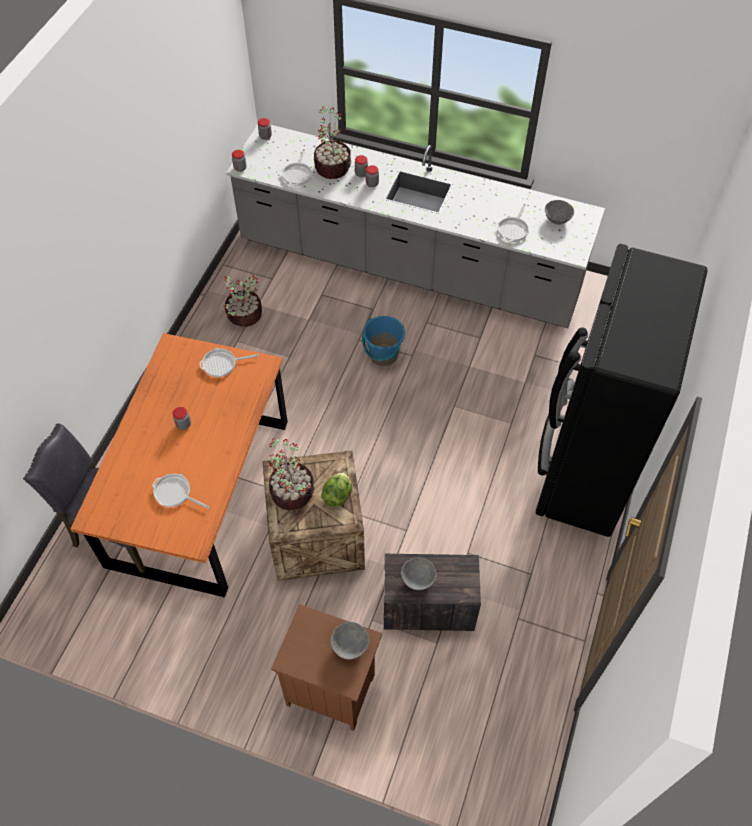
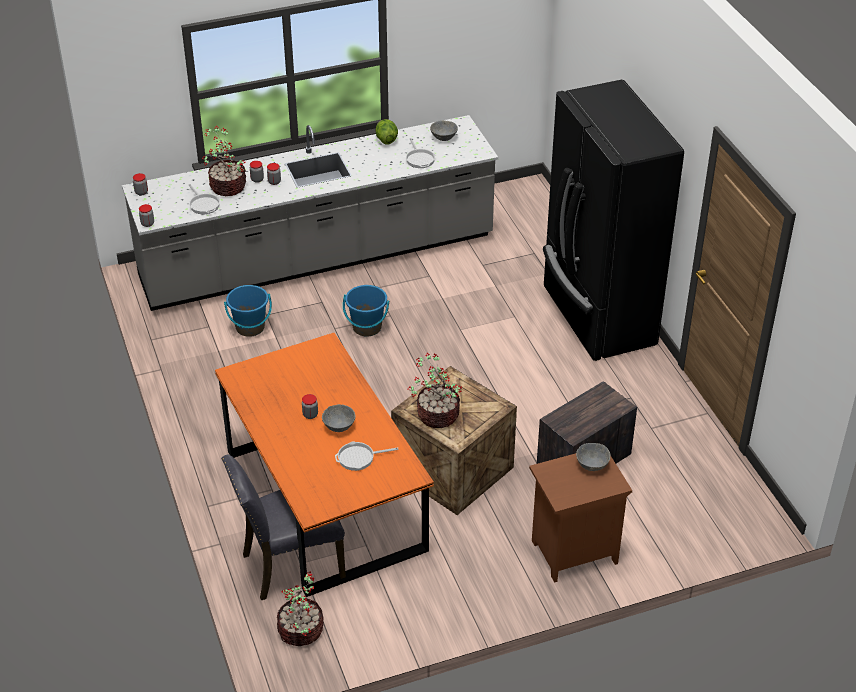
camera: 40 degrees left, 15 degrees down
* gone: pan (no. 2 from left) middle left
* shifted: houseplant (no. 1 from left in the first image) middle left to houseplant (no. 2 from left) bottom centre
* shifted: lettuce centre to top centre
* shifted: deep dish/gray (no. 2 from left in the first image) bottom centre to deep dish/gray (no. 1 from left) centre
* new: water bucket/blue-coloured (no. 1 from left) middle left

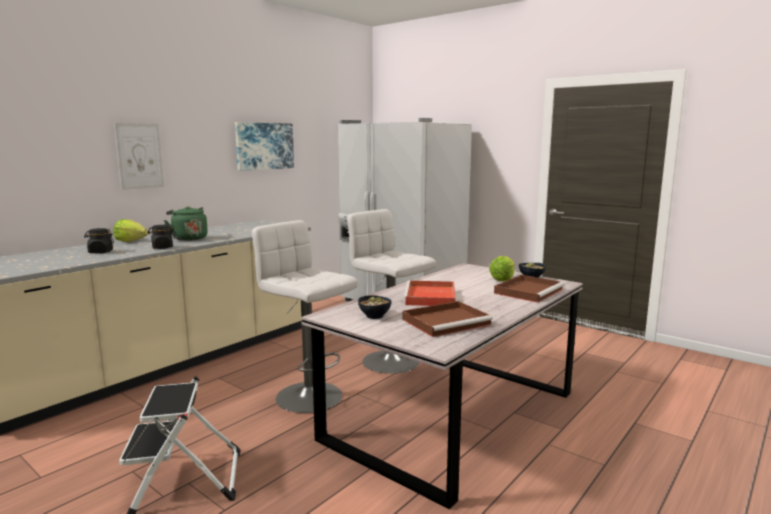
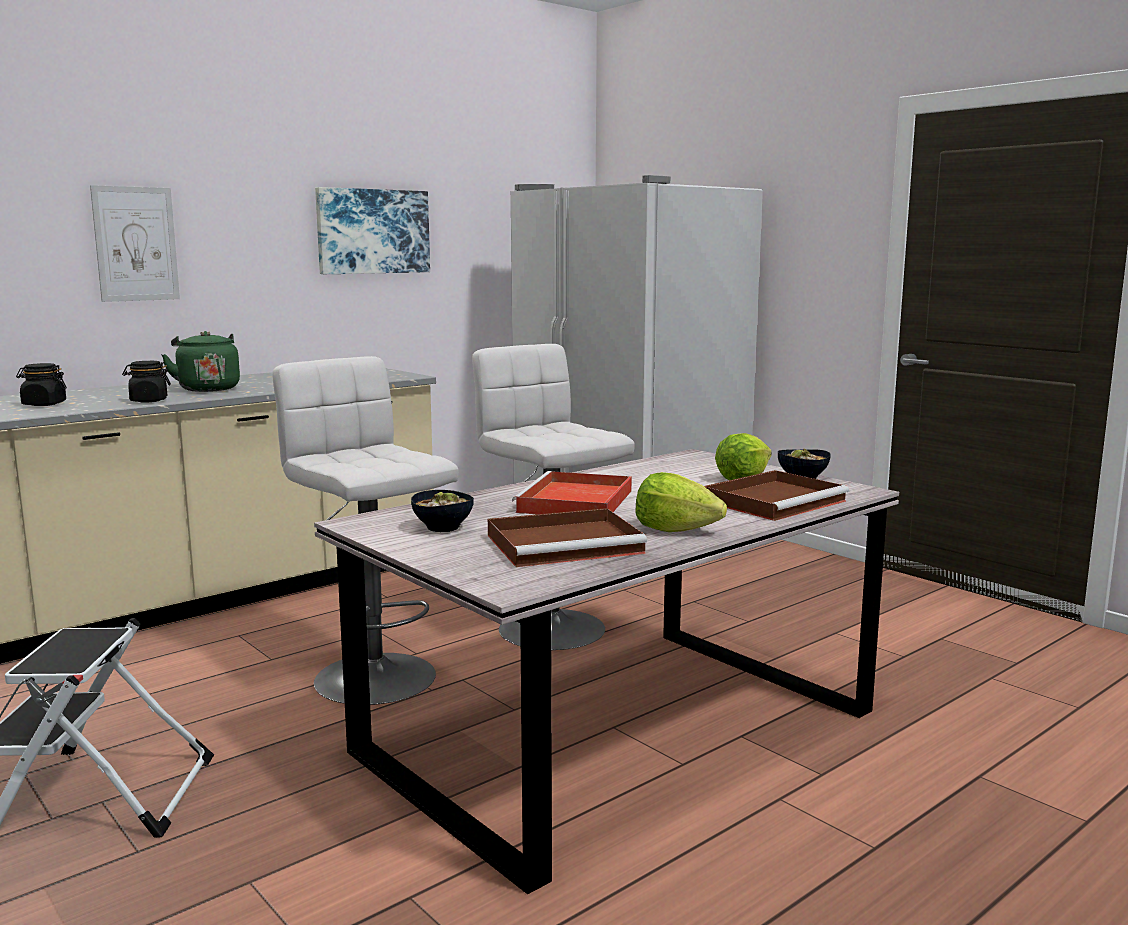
camera: 10 degrees right, 0 degrees up
* shifted: lettuce (no. 1 from left) middle left to centre

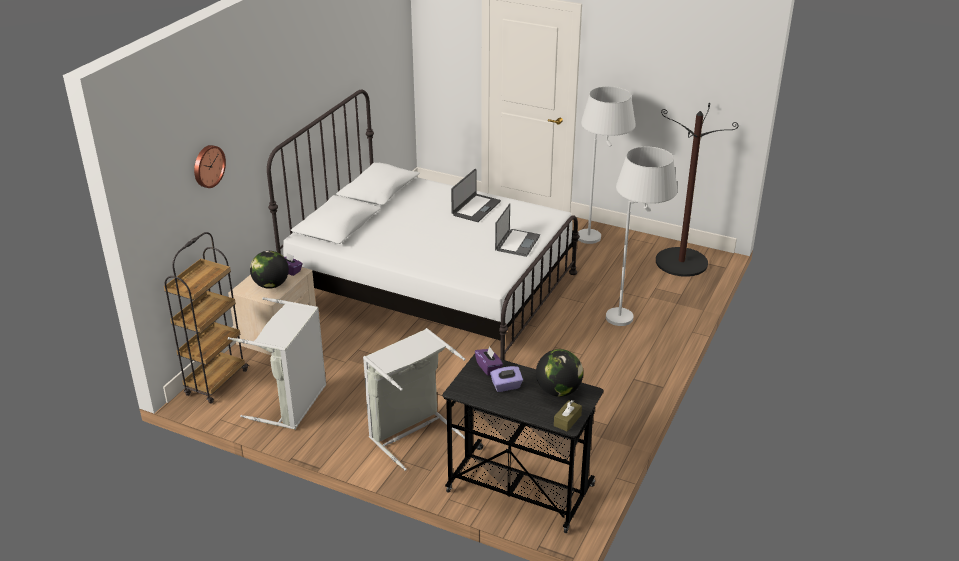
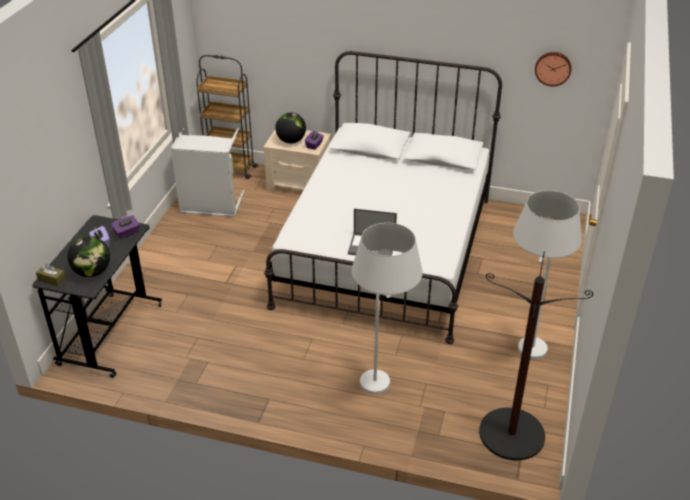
camera: 80 degrees right, 5 degrees up
* shifted: hanging clock top left to top right
* gone: washing basket/gray (no. 2 from left) bottom centre
* gone: portable computer (no. 1 from left) centre

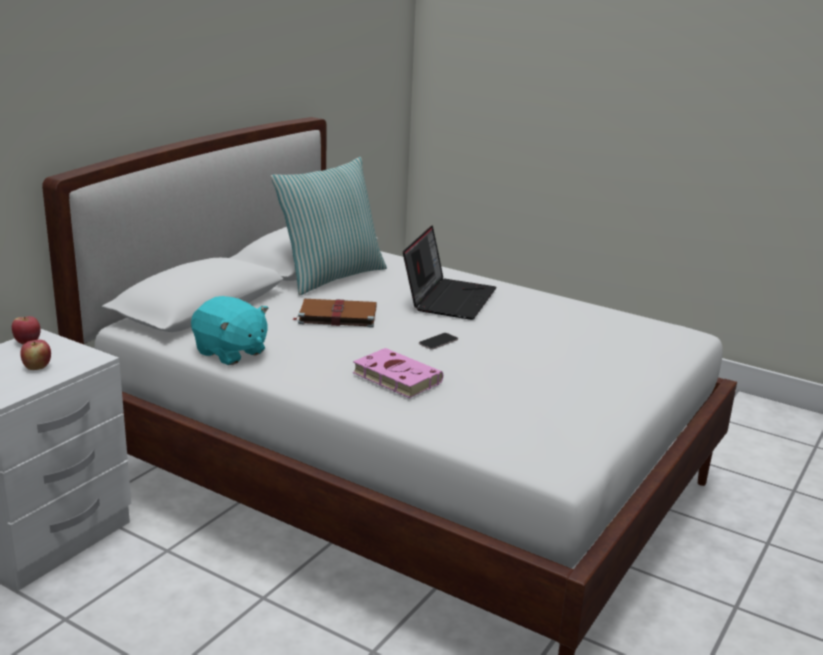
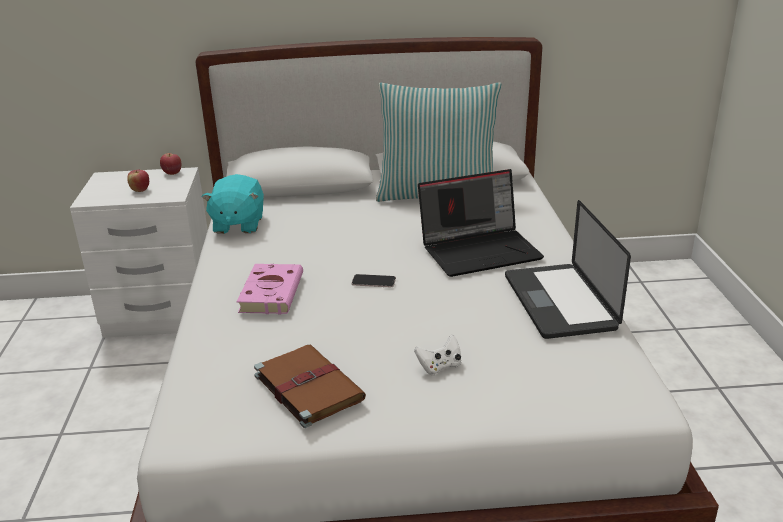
camera: 55 degrees right, 5 degrees up
* shifted: book/brown centre to bottom centre
* new: joypad/white bottom centre
* new: portable computer (no. 2 from left) middle right

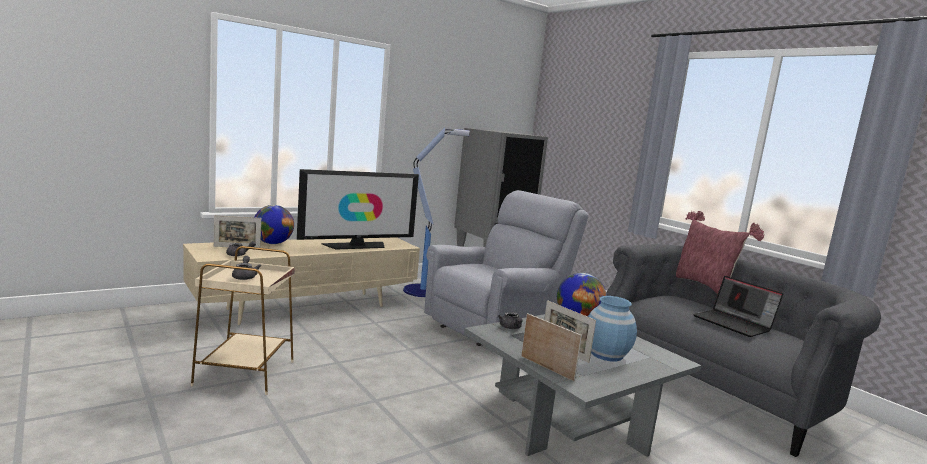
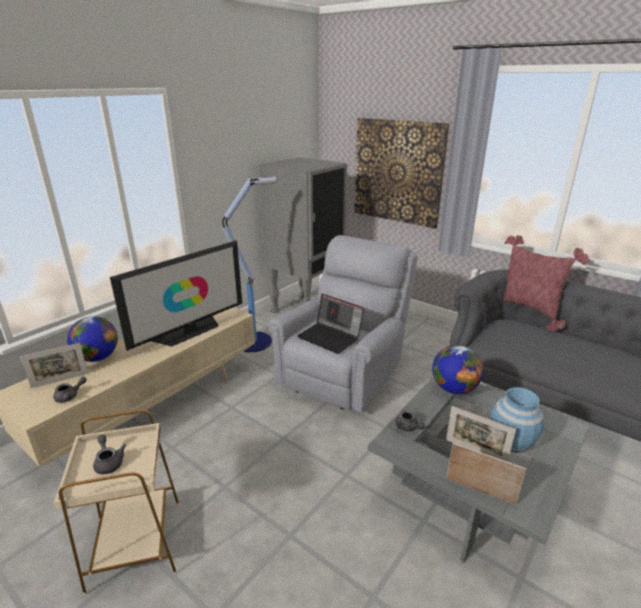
camera: 15 degrees left, 15 degrees up
* shifted: portable computer middle right to centre
* new: wall art top centre

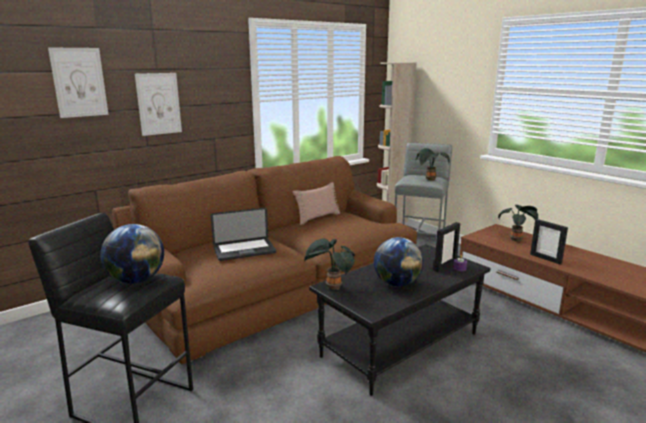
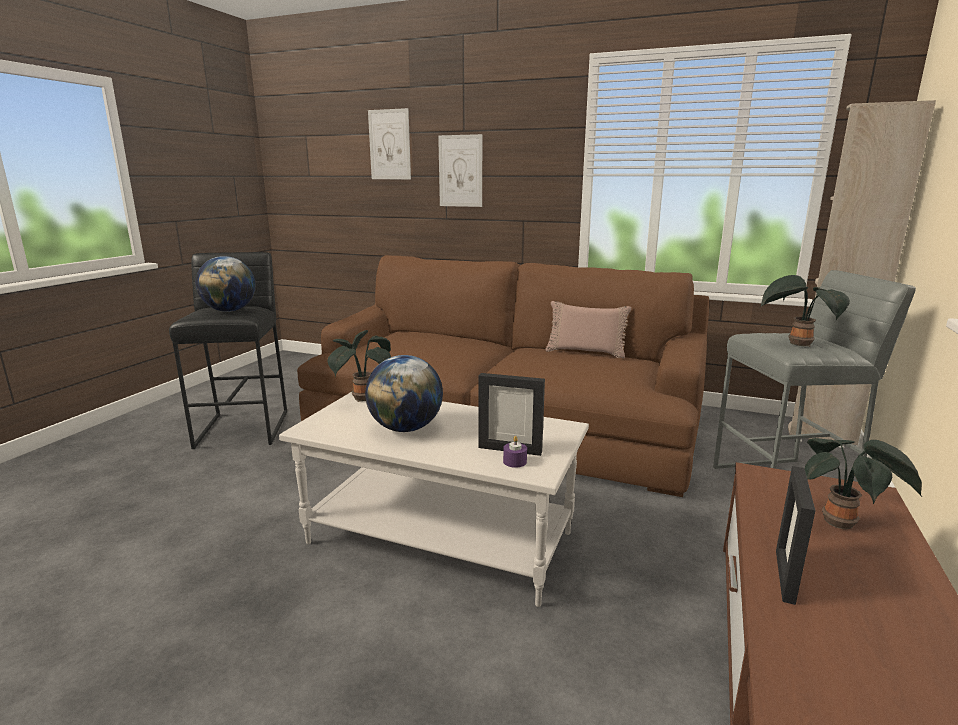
camera: 60 degrees right, 0 degrees up
* gone: portable computer centre
* repainted: lounge table/black-coloured bottom centre to lounge table/white bottom centre

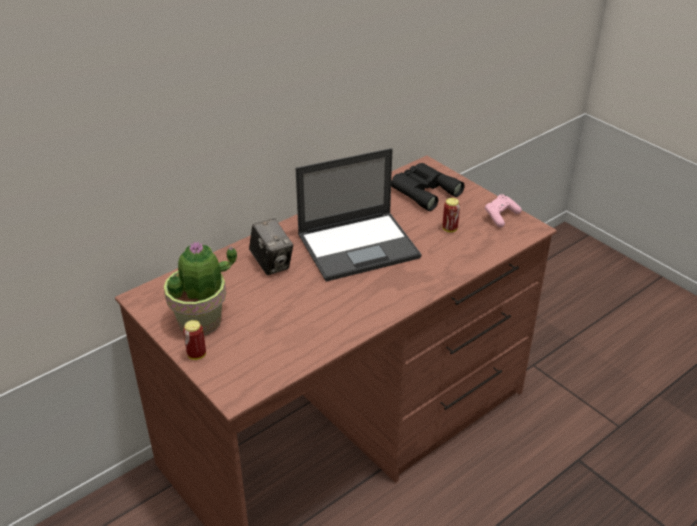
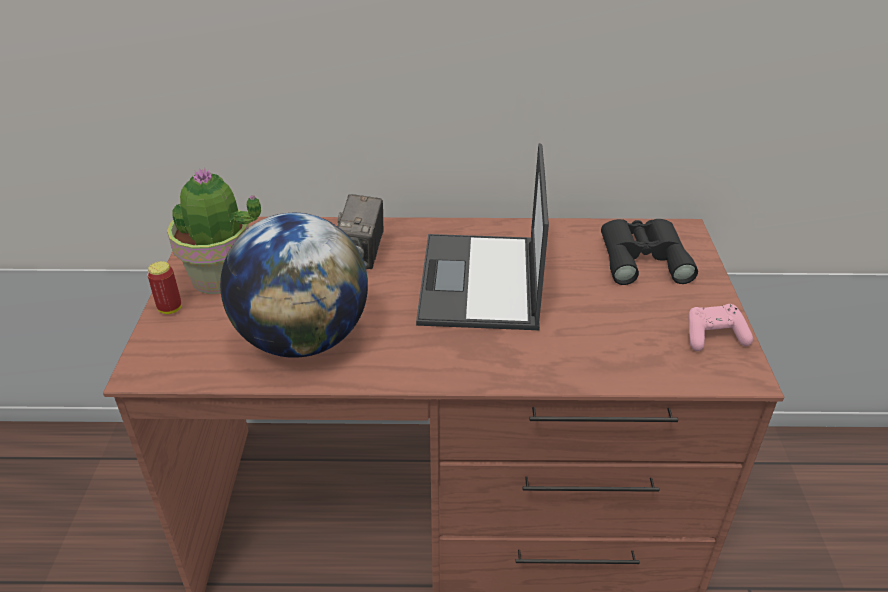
camera: 40 degrees right, 0 degrees up
* rotated: portable computer centre = centre 75 degrees clockwise
* gone: sealed can (no. 2 from left) centre
* new: desk globe middle left

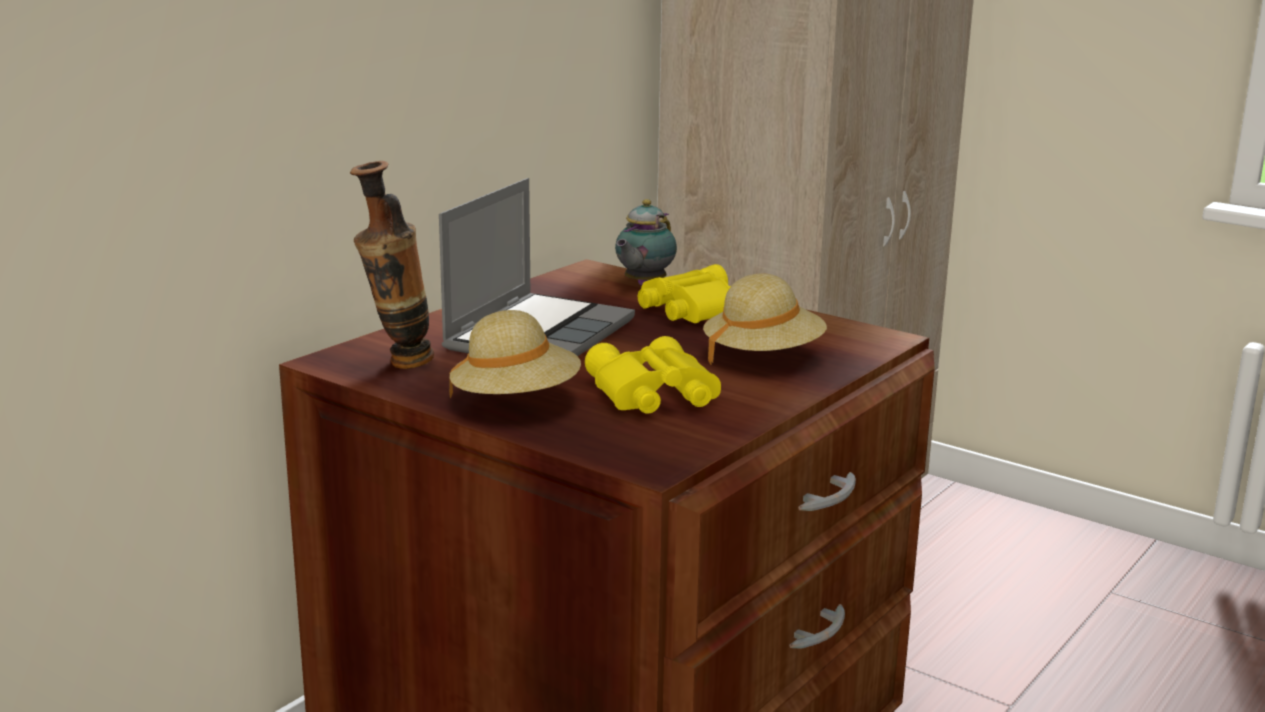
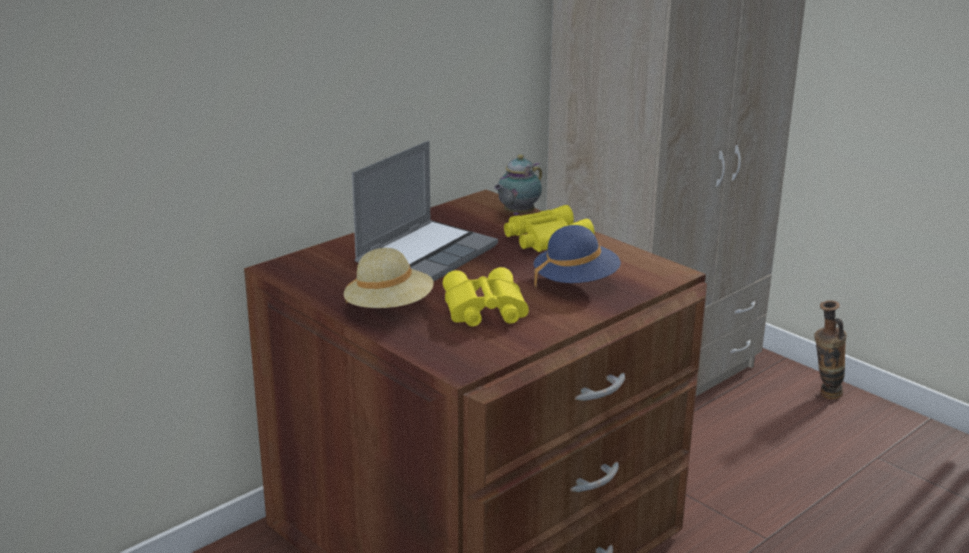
camera: 10 degrees right, 5 degrees up
* shifted: vase middle left to middle right
* repainted: wearable hat/beige-coloured (no. 2 from left) centre to wearable hat/blue-coloured centre

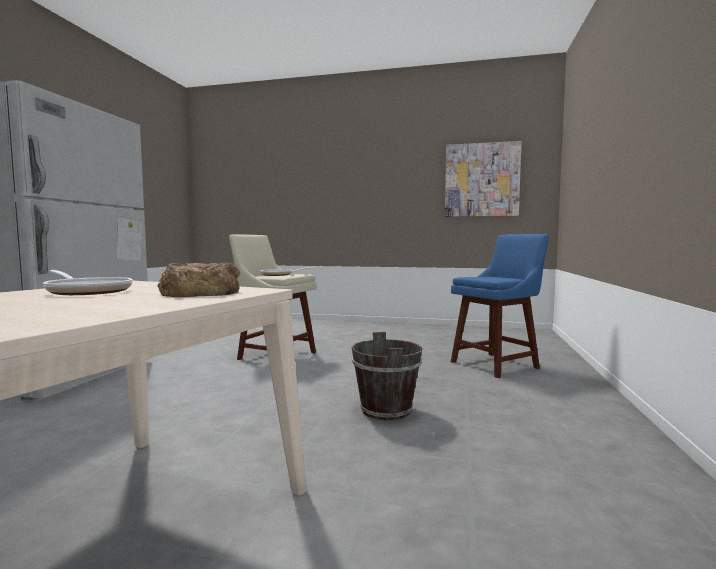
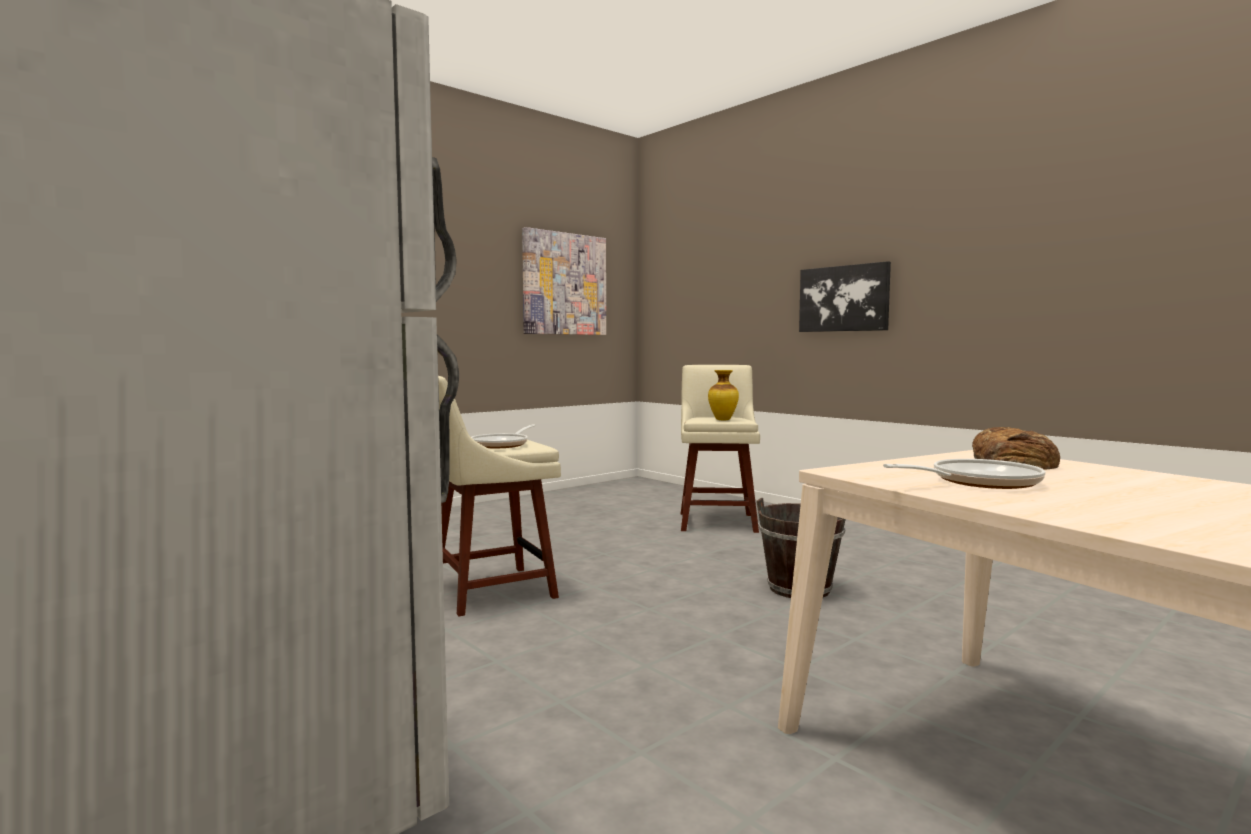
camera: 55 degrees left, 0 degrees up
* repainted: stool/blue-coloured middle right to stool/beige-coloured (no. 2 from left) centre
* new: vase centre
* new: wall art (no. 2 from left) middle right

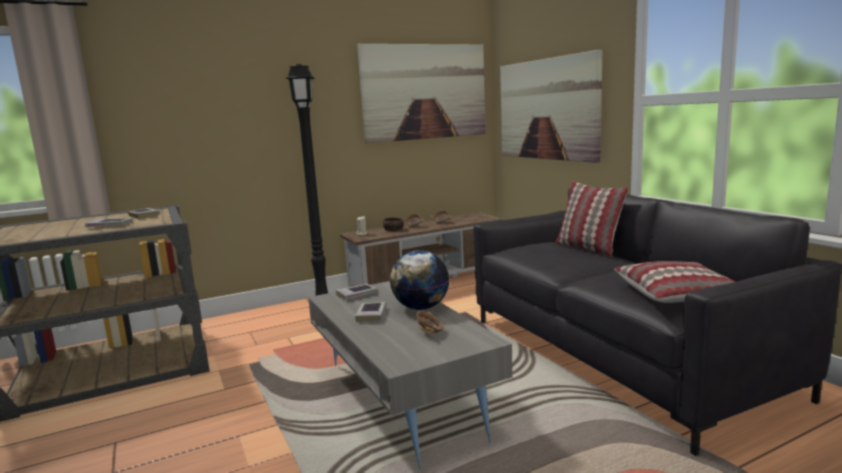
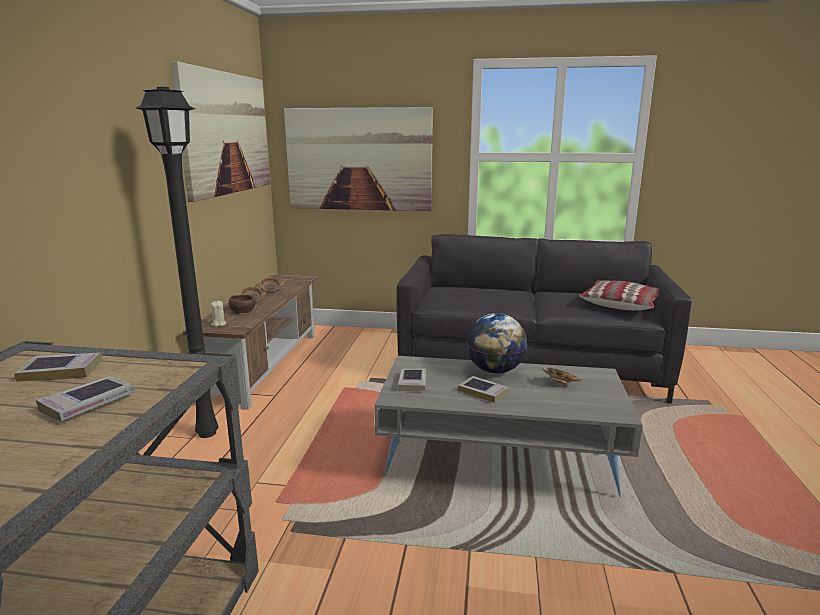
camera: 55 degrees left, 5 degrees up
* gone: throw pillow (no. 1 from left) middle right

